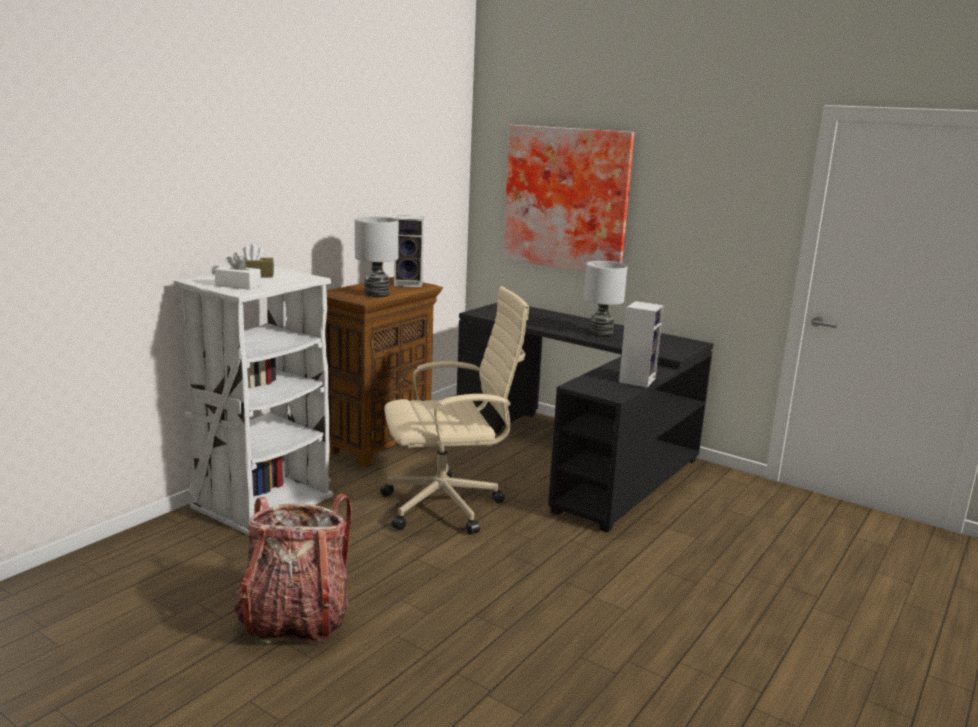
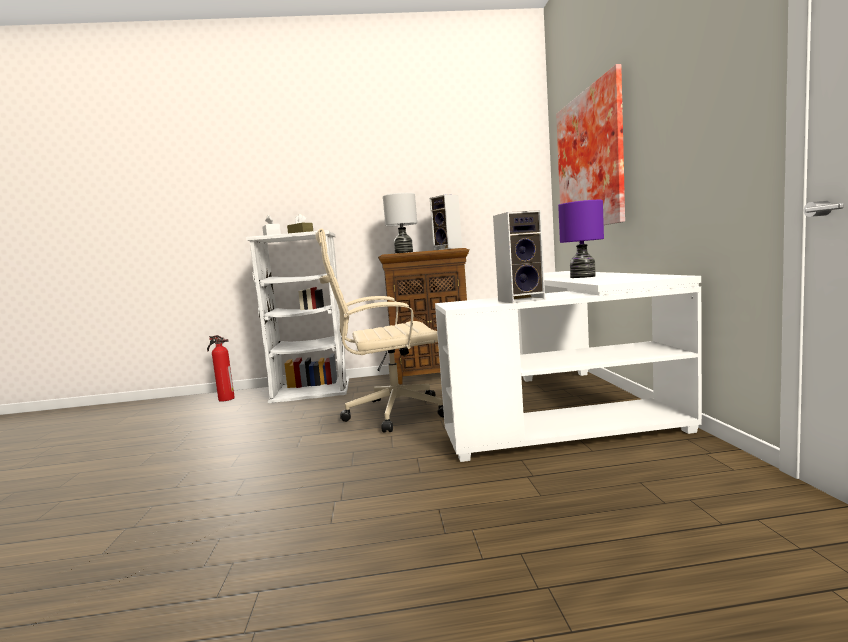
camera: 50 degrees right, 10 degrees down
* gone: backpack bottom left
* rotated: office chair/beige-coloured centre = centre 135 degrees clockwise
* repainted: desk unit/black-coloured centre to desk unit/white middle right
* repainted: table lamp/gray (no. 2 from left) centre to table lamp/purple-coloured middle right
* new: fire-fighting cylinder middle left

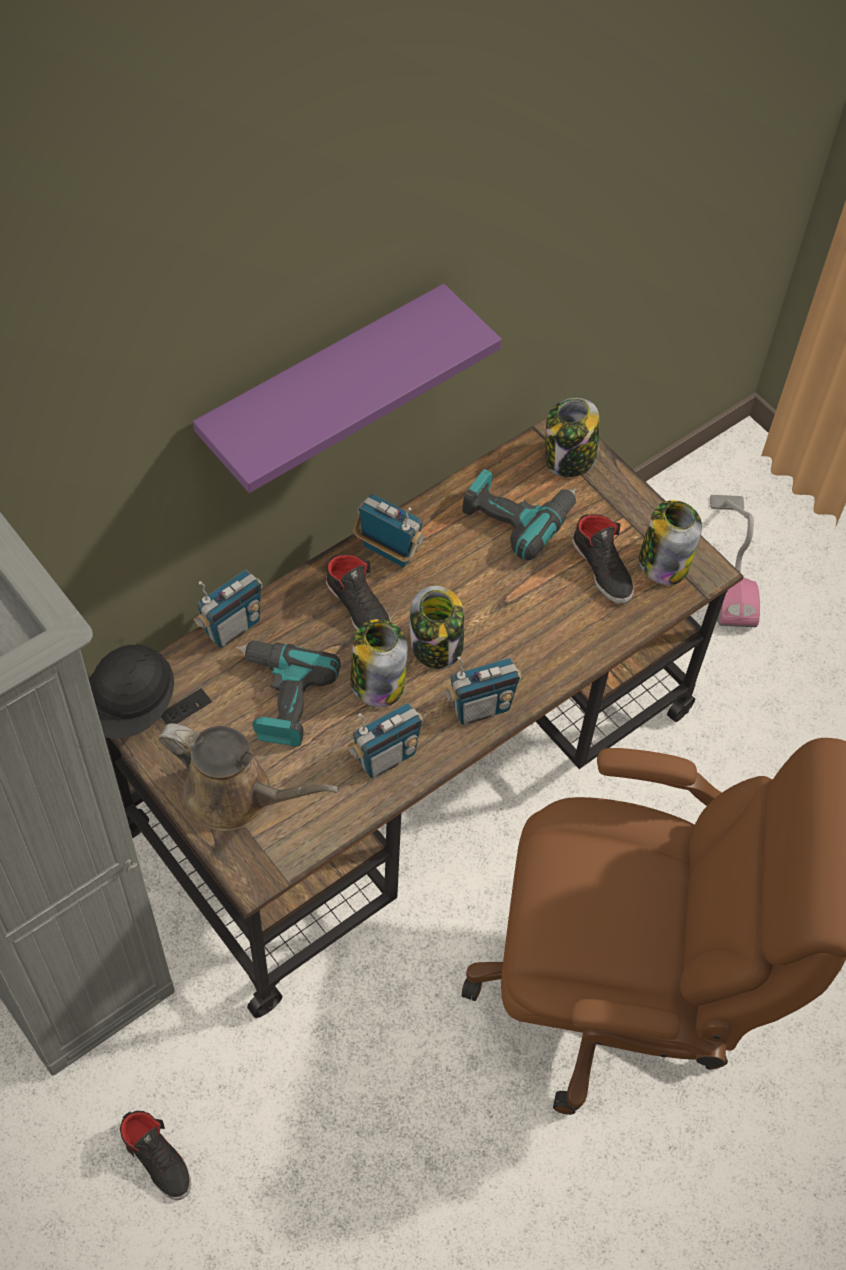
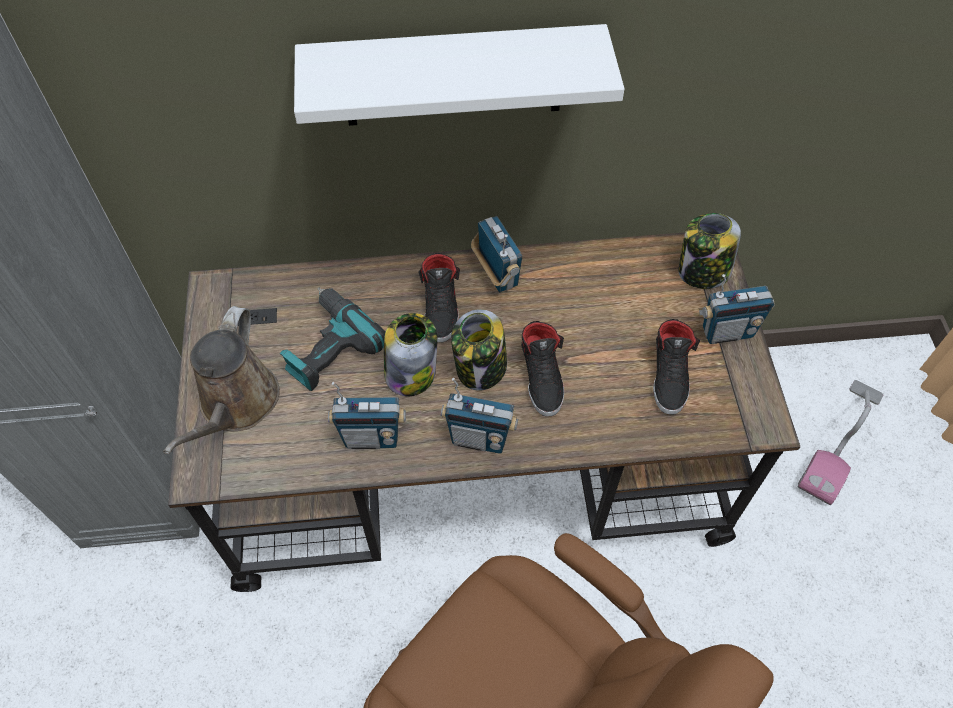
camera: 35 degrees right, 0 degrees up
* gone: safety helmet/black-coloured middle left
* shifted: item of footwear/black-coloured (no. 1 from left in the first image) bottom left to item of footwear/black-coloured (no. 2 from left) centre
* rotated: sprinkling can/brown middle left = middle left 45 degrees clockwise
* repainted: bracket shelf/purple-coloured top centre to bracket shelf/white top centre
* shifted: radio receiver (no. 1 from left in the first image) middle left to radio receiver (no. 4 from left) middle right
* gone: power drill (no. 2 from left) centre
* gone: storage jar (no. 4 from left) middle right

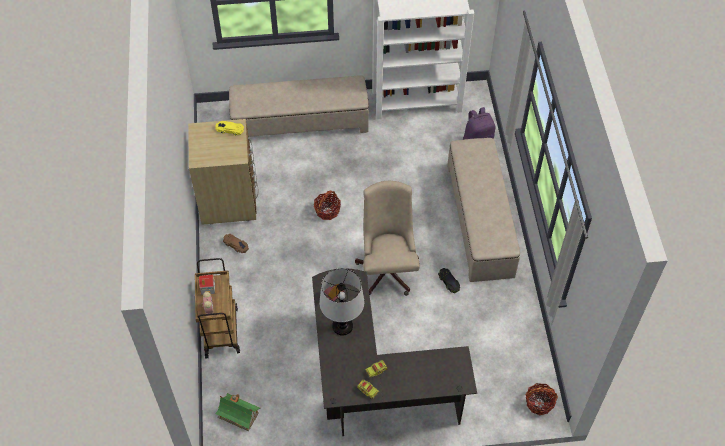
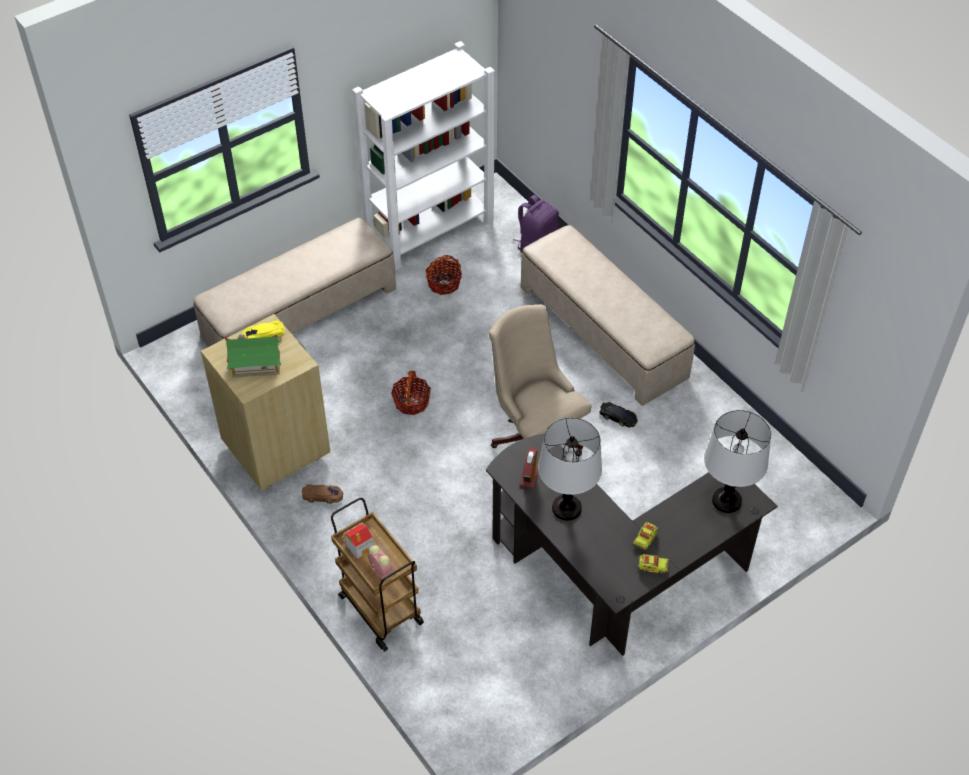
camera: 30 degrees left, 5 degrees down
* shifted: miniature house (no. 2 from left in the first image) bottom left to miniature house (no. 1 from left) middle left
* shifted: basket (no. 2 from left) bottom right to centre
* new: table lamp (no. 2 from left) middle right

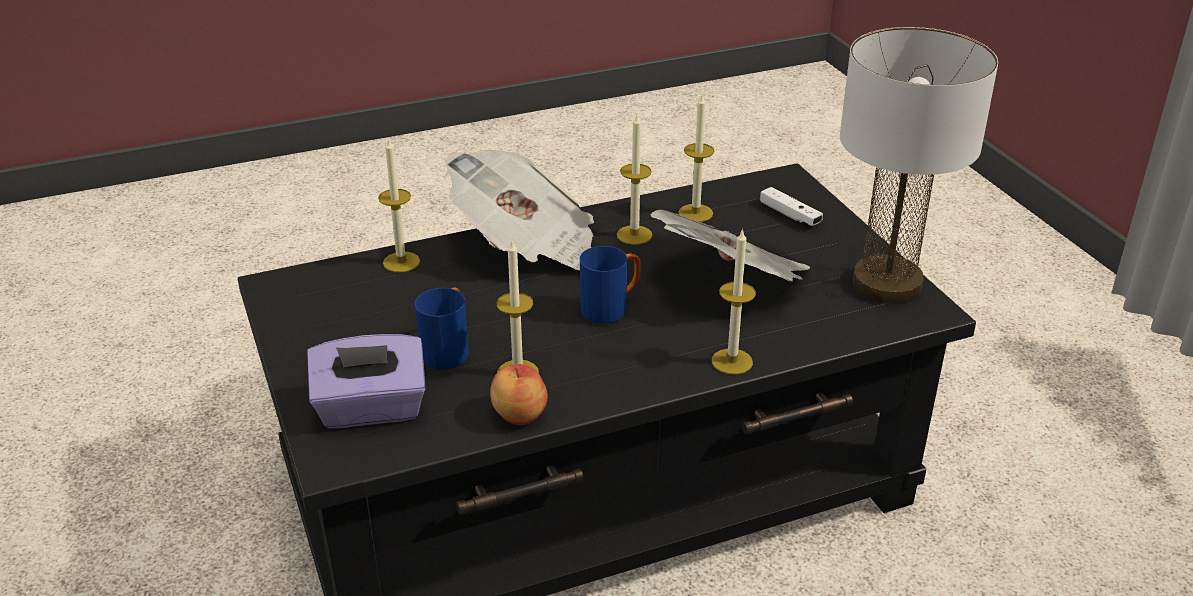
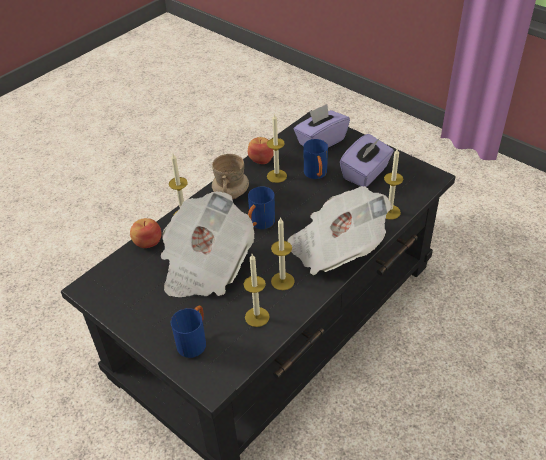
camera: 155 degrees right, 10 degrees up
* swapped: joypad/white centre to mug/blue-coloured (no. 1 from left) bottom centre
* gone: table lamp top right
* new: apple (no. 1 from left) middle left
* new: mug/beige-coloured centre
* new: tissue box/purple-coloured (no. 2 from left) middle right

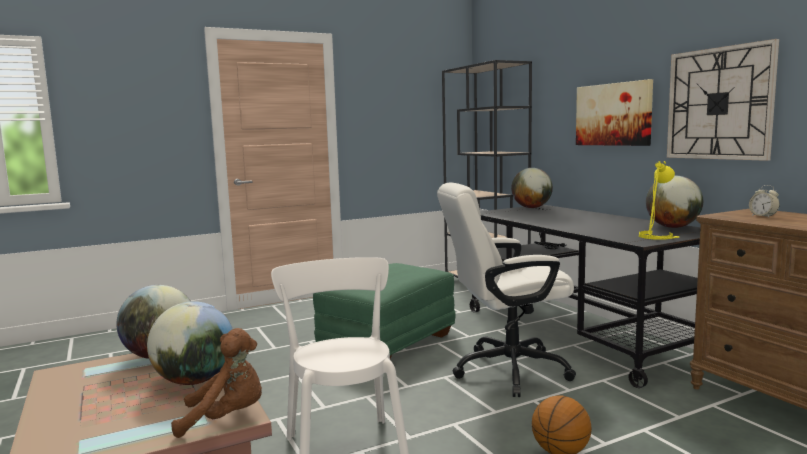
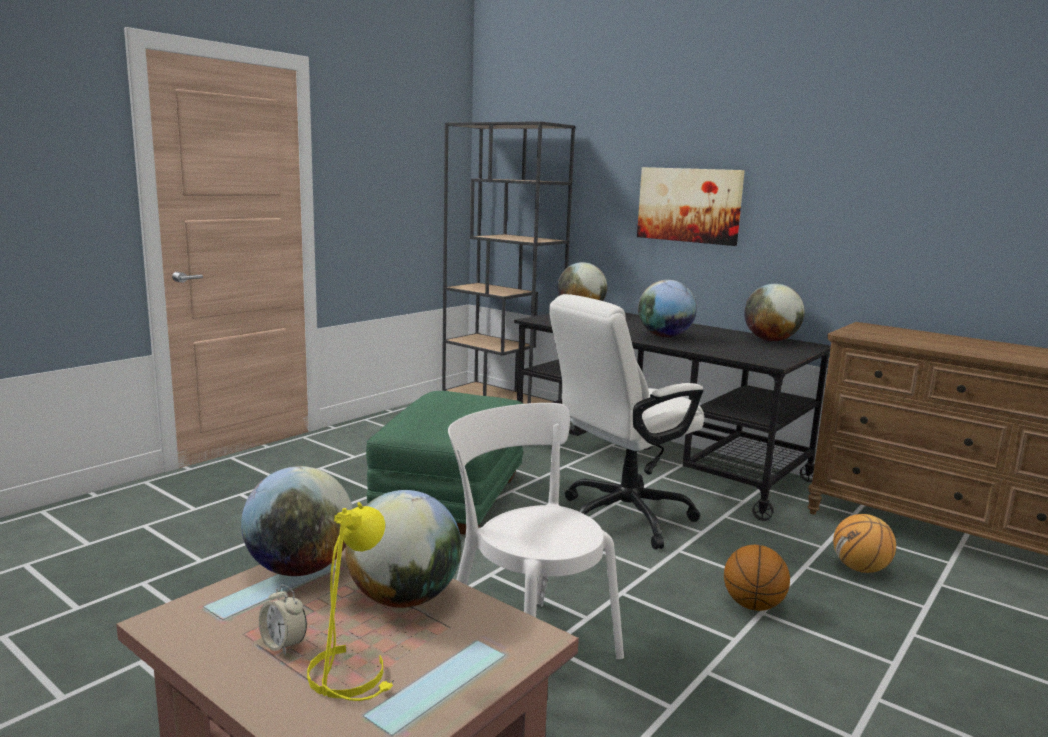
camera: 25 degrees left, 5 degrees up
* gone: plush toy/brown bottom left
* shifted: table lamp/yellowish middle right to bottom centre
* gone: hanging clock top right
* shifted: alarm clock middle right to bottom left
* new: desk globe (no. 4 from left) centre
* new: basketball ball (no. 2 from left) bottom right

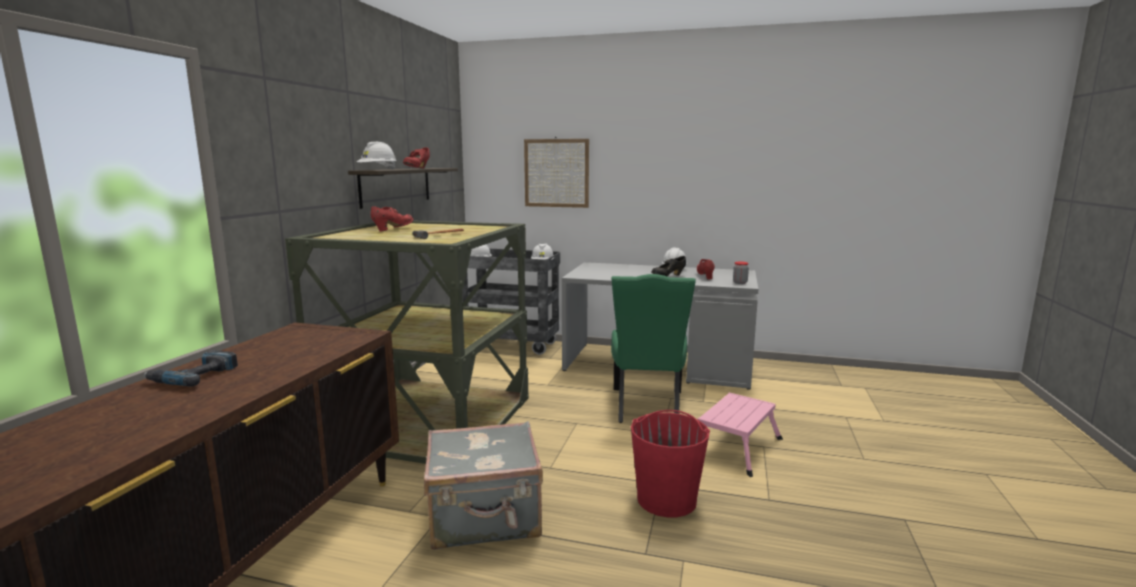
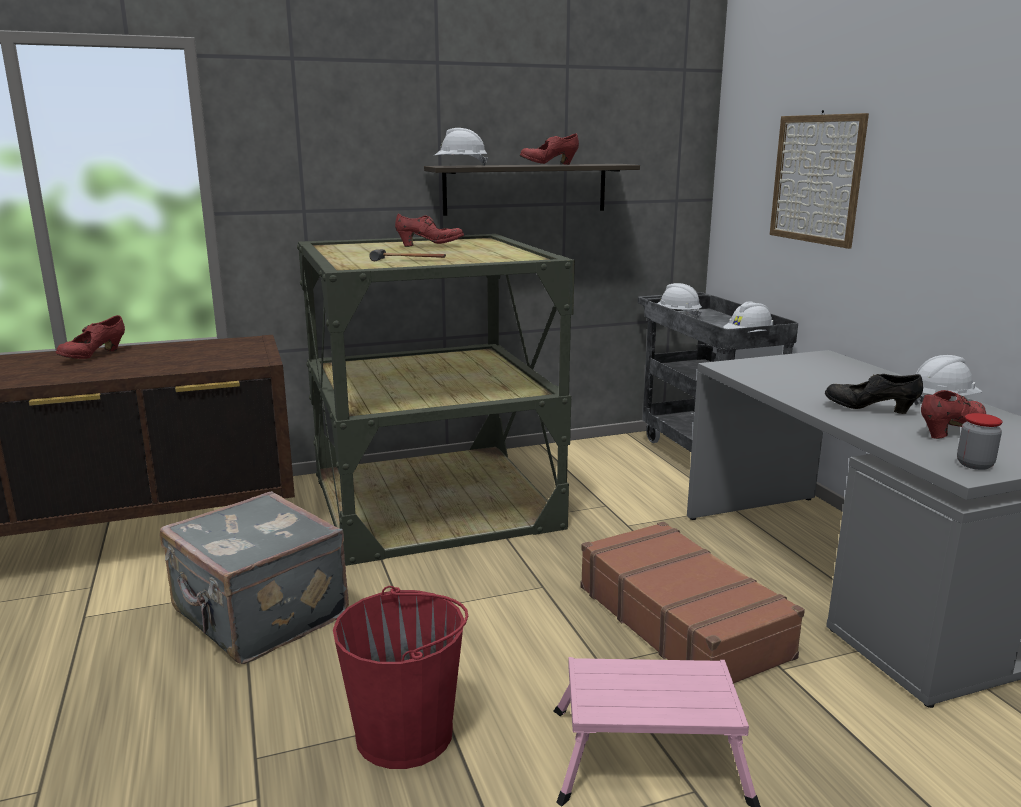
camera: 55 degrees right, 5 degrees up
* swapped: power drill middle left to item of footwear/red-coloured (no. 1 from left) middle left
* swapped: plain chair/green-coloured centre to piece of luggage/brown bottom right

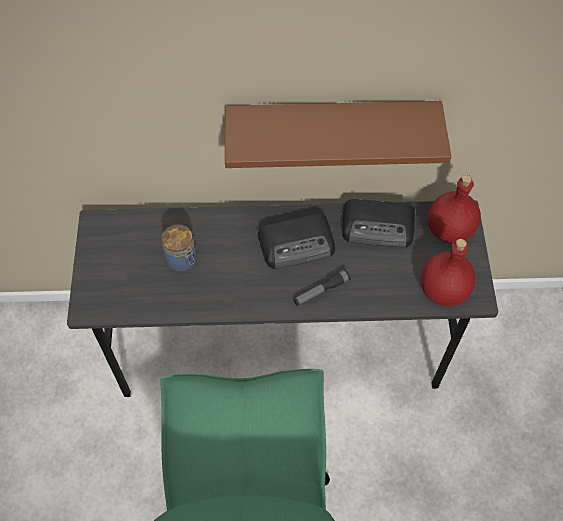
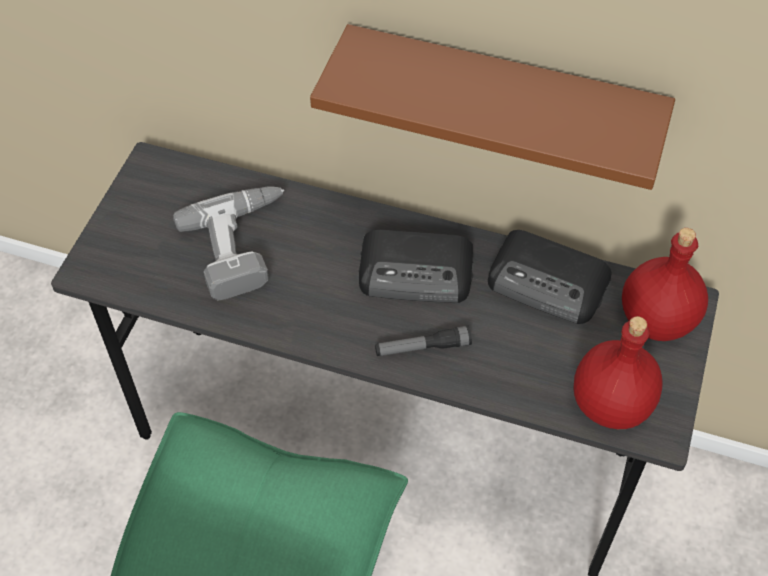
camera: 20 degrees right, 5 degrees down
* swapped: storage jar middle left to power drill middle left

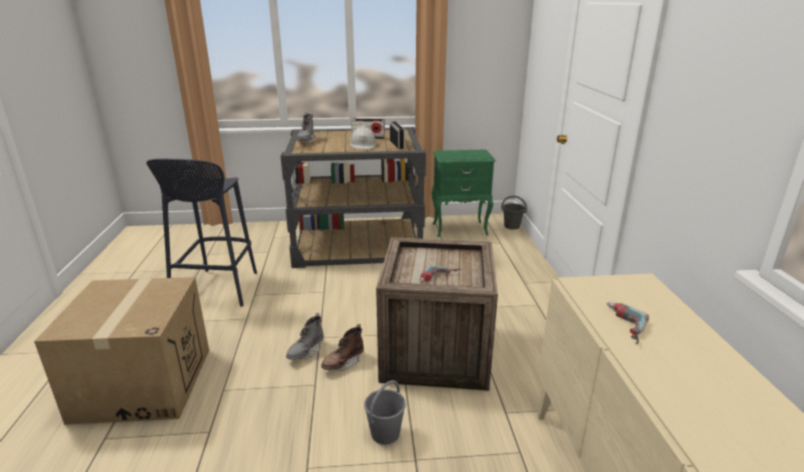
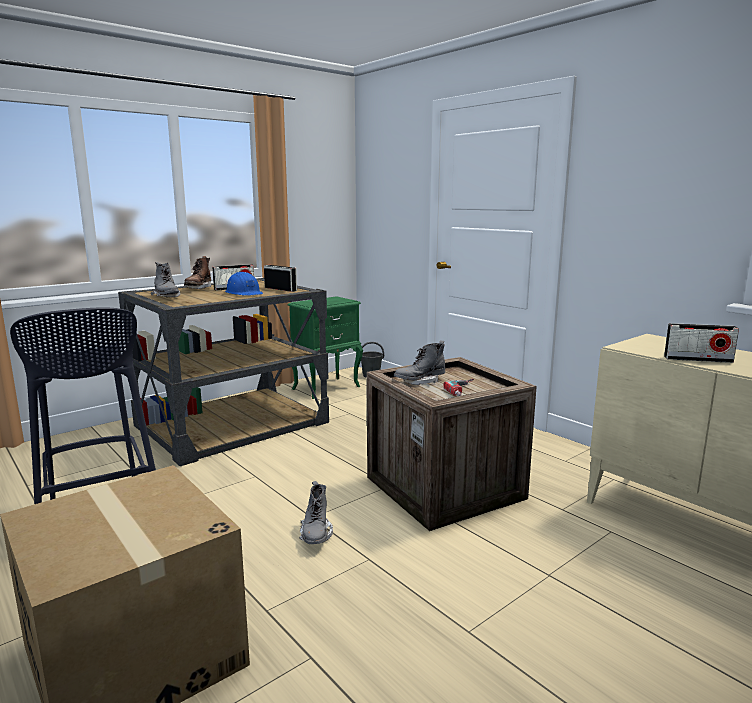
camera: 35 degrees left, 10 degrees down
* shifted: tall boot/brown bottom centre to middle left
* repainted: safety helmet/white top centre to safety helmet/blue-coloured middle left
* gone: water bucket/gray (no. 1 from left) bottom centre
* swapped: power drill (no. 2 from left) bottom right to radio receiver (no. 3 from left) middle right
* new: tall boot/gray (no. 3 from left) centre

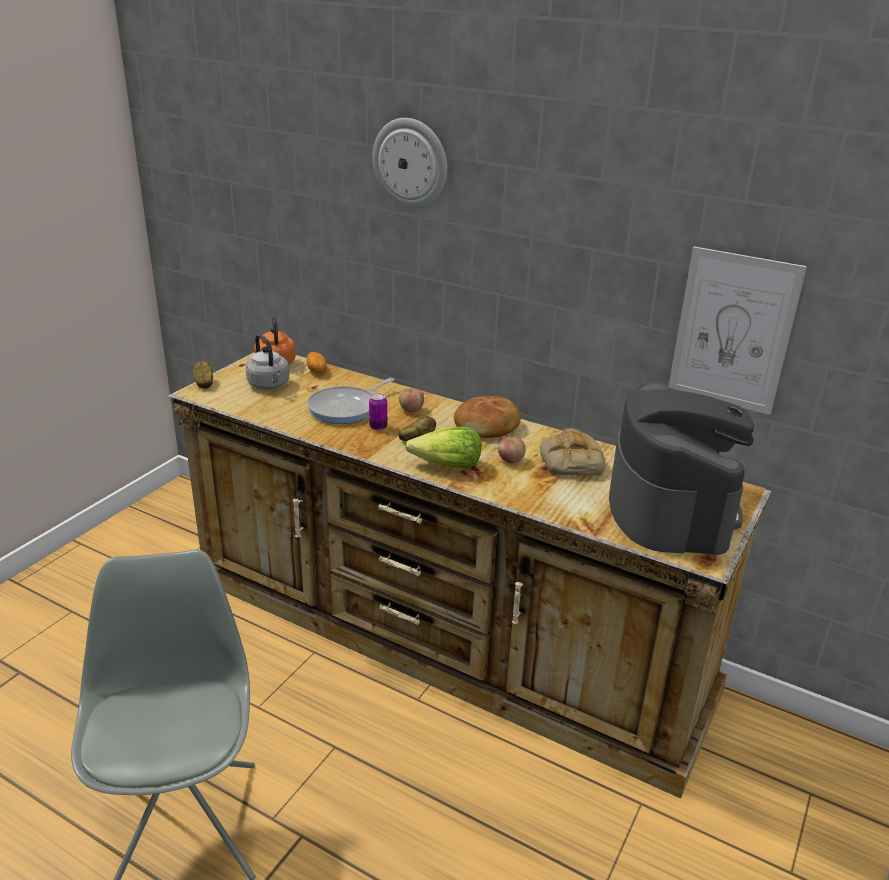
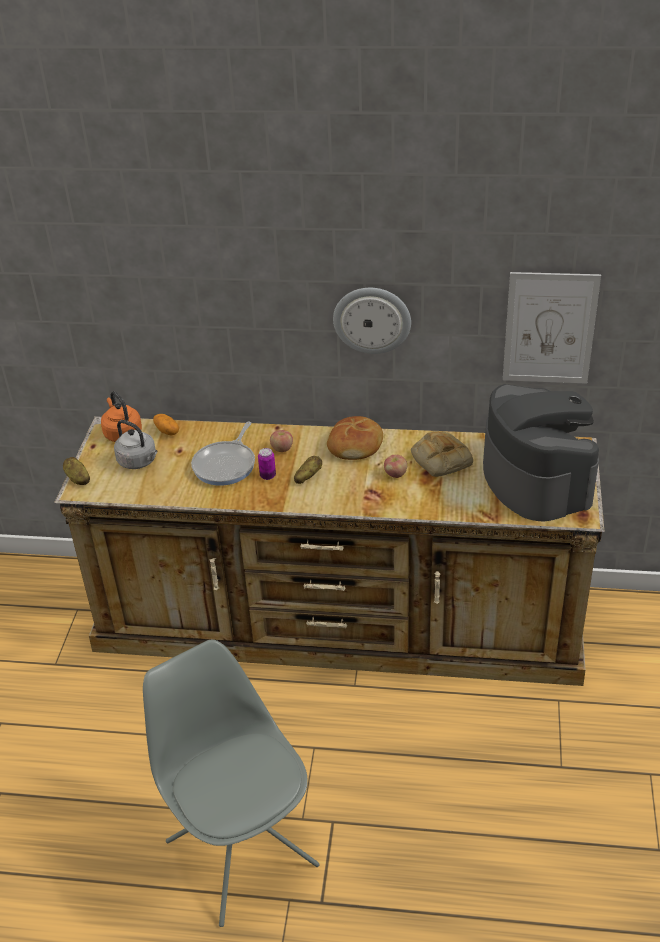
camera: 20 degrees left, 10 degrees up
* shifted: hanging clock top centre to centre
* gone: lettuce centre

